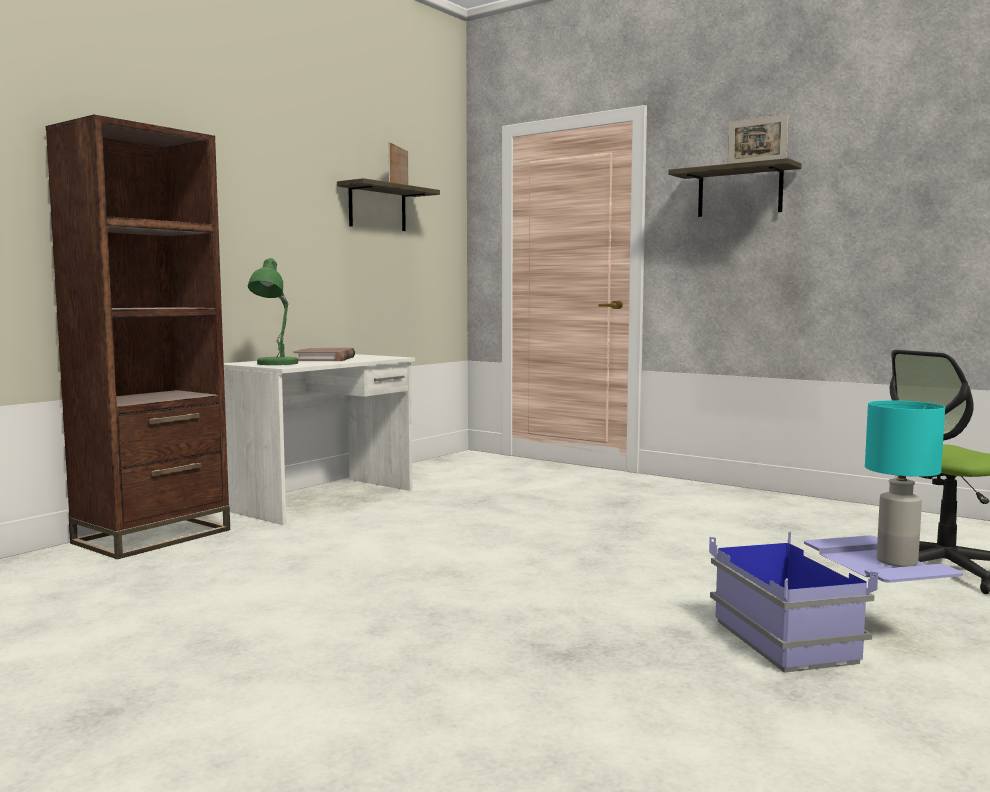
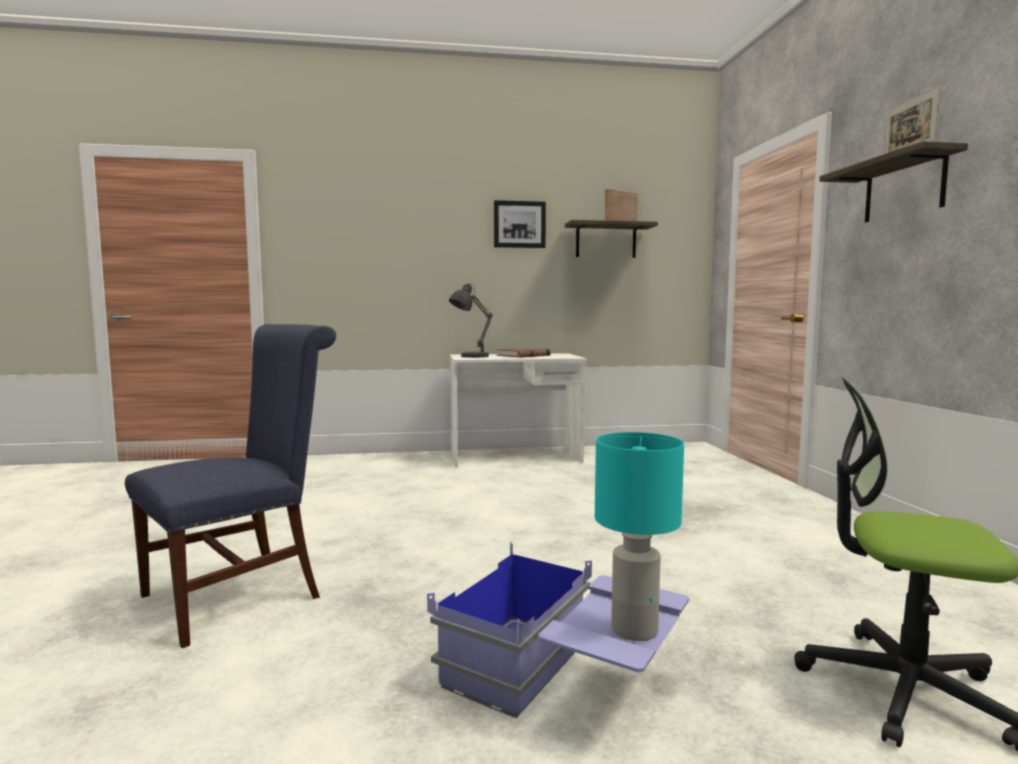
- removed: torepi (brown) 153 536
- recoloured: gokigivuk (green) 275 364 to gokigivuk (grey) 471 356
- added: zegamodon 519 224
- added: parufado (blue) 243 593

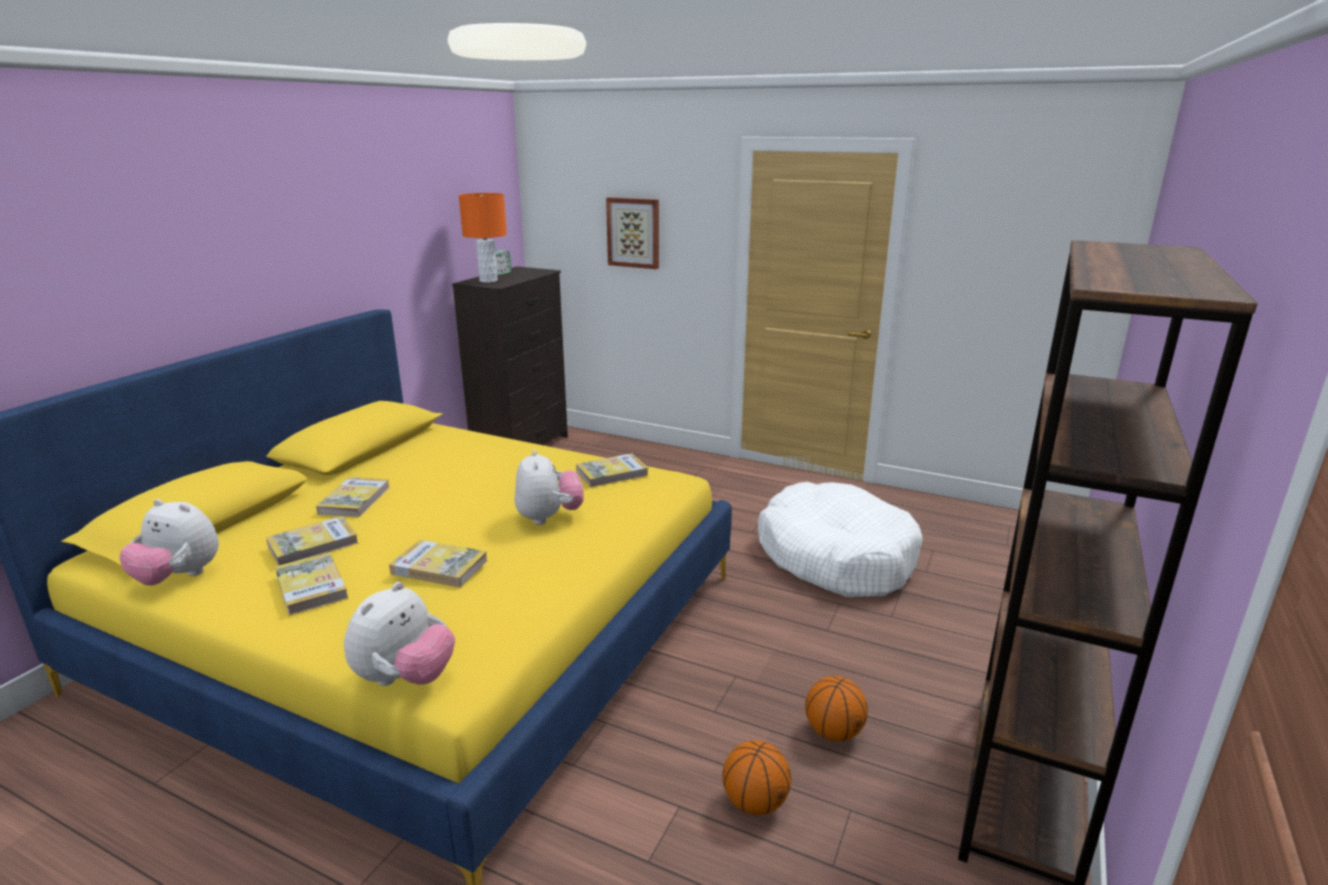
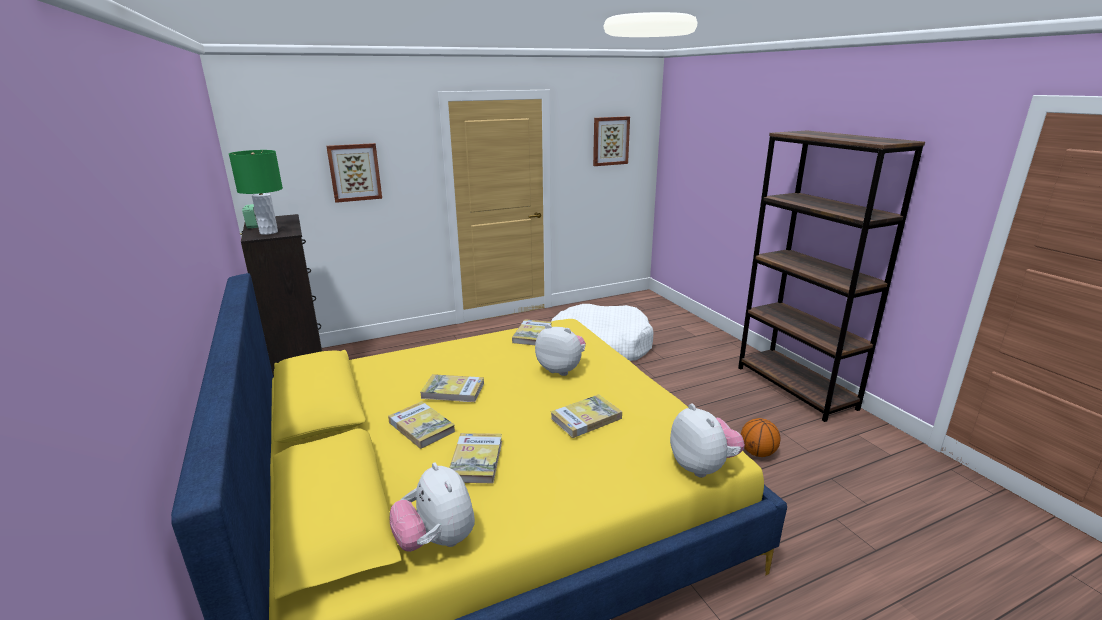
- recoloured: gokigivuk (orange) 488 281 to gokigivuk (green) 269 232
- turned: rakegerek 179 577 = 436 541 90 degrees clockwise
- moved: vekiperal 311 587 to 453 391
- removed: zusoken 833 732
- added: zegamodon 610 141

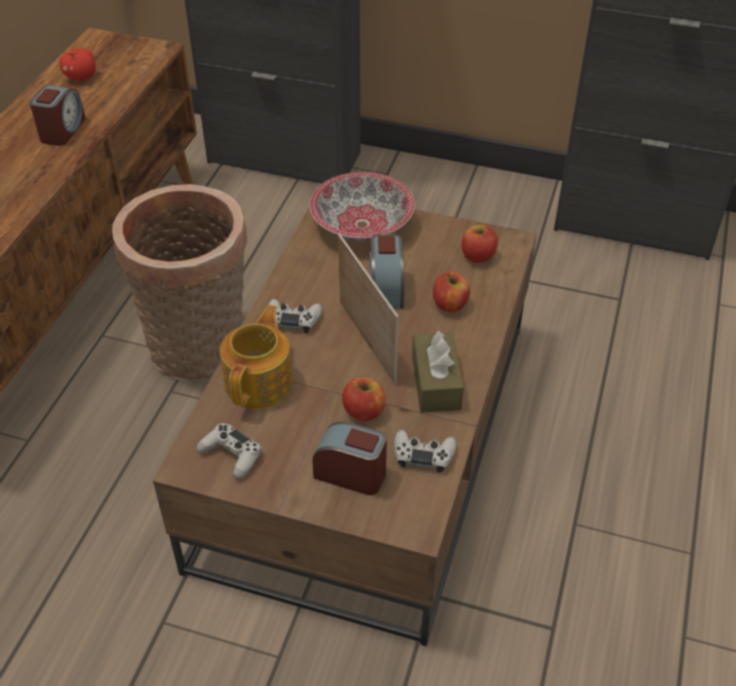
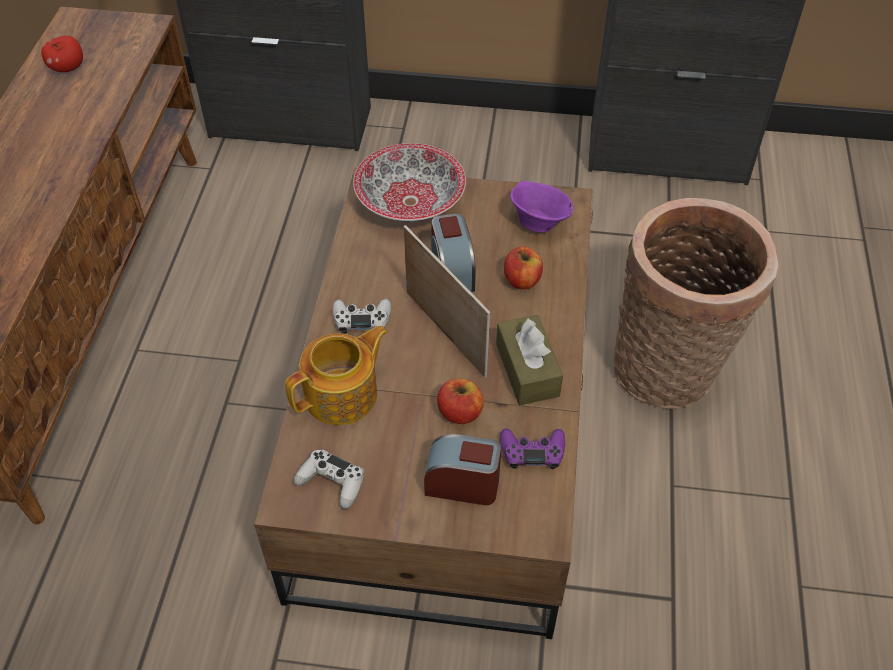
- removed: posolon 62 130
- moved: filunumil 200 351 to 669 372
- replaced: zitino 477 256 to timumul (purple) 538 222
- turned: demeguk 260 382 = 343 395 45 degrees clockwise
- recoloured: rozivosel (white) 423 455 to rozivosel (purple) 532 452

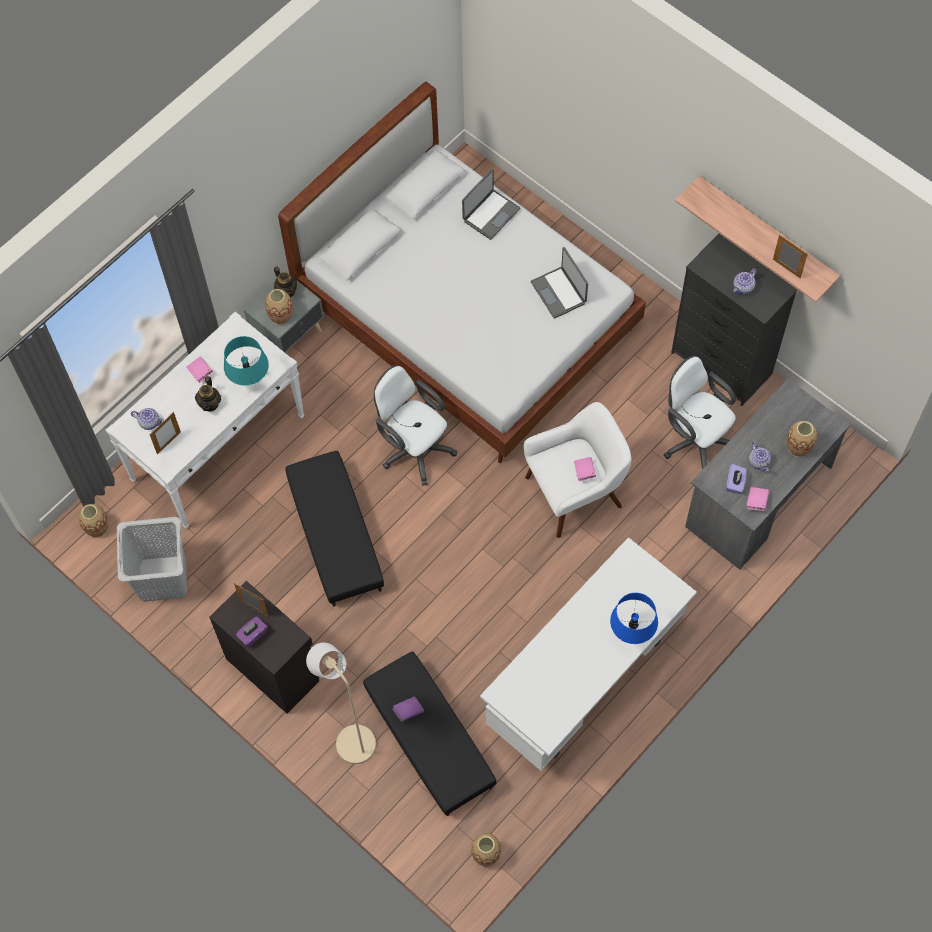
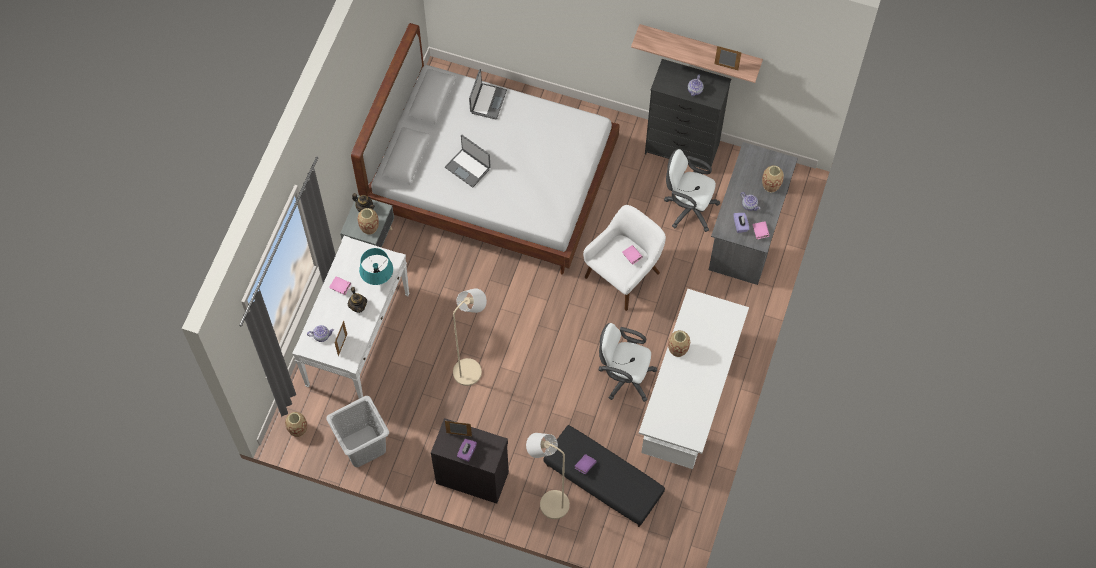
- moved: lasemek 559 292 to 468 167
- moved: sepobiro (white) 414 448 to 624 376
- replaced: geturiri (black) 335 535 to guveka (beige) 471 368
- removed: gokigivuk (blue) 631 632
- moved: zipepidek 486 854 to 678 349

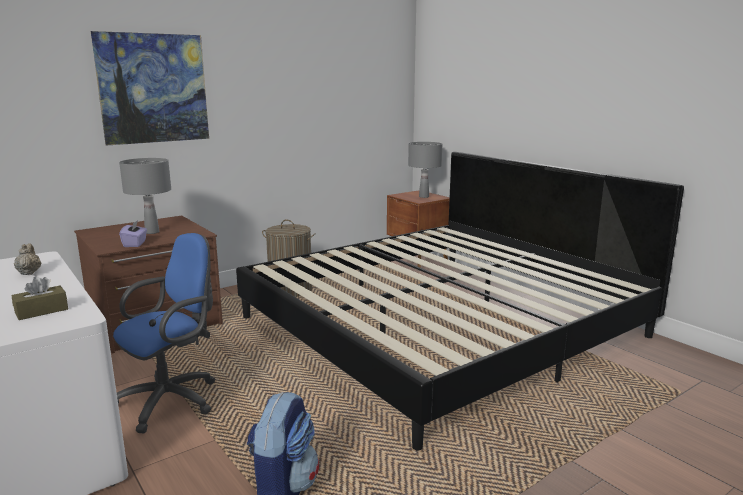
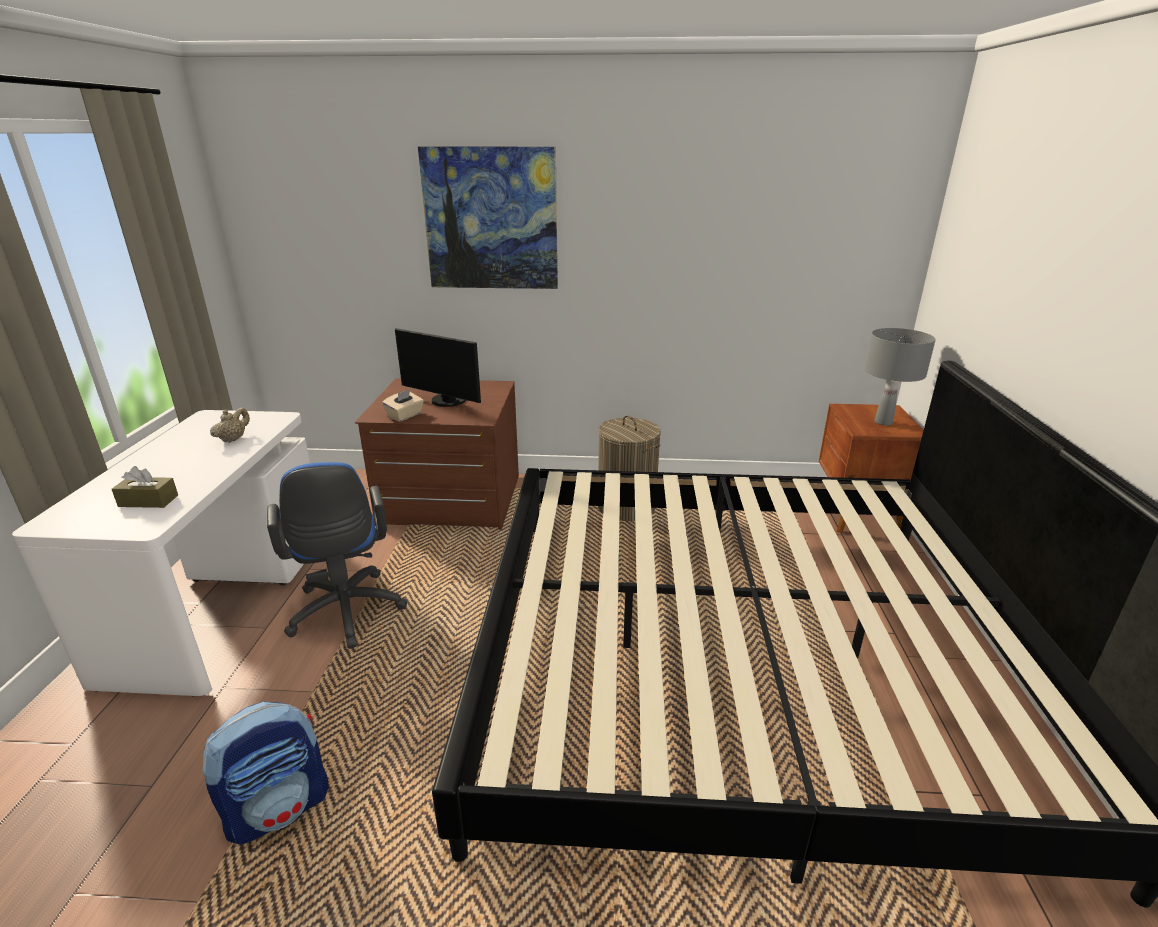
- replaced: gokigivuk (grey) 152 232 to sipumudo 446 401
- recoloured: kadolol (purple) 135 244 to kadolol (beige) 405 416
- turned: sepobiro (blue) 173 400 = 347 614 75 degrees clockwise

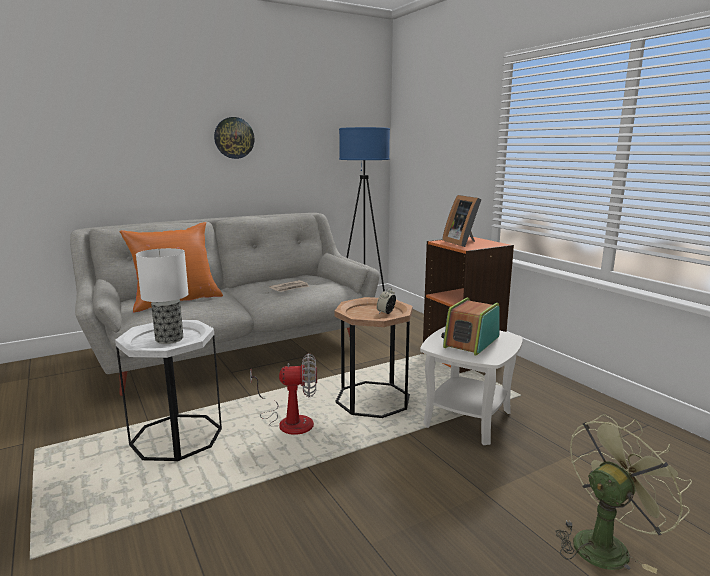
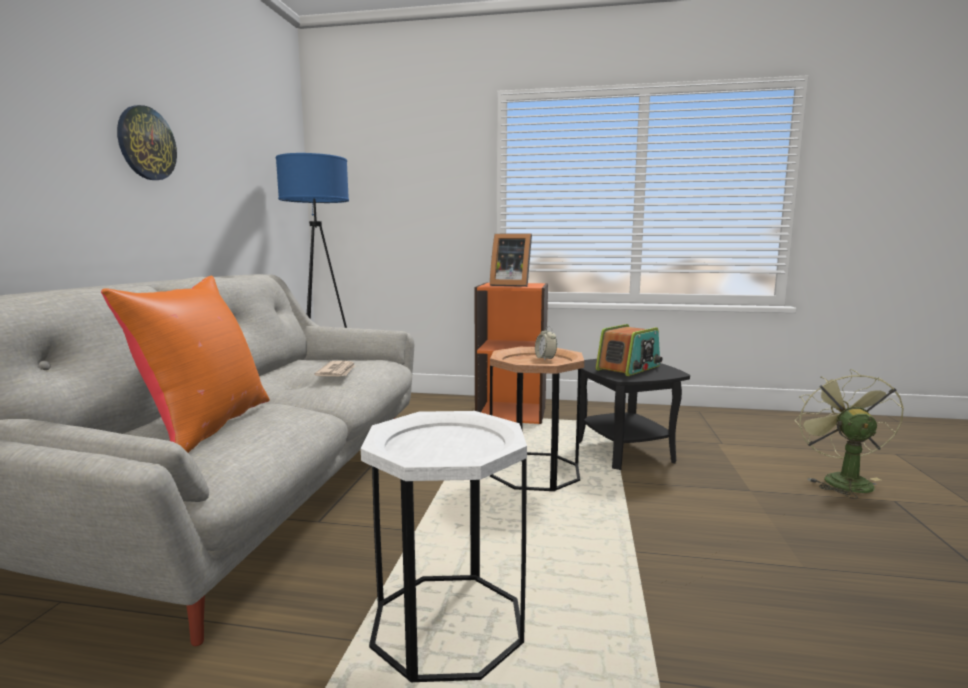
- removed: gokigivuk 170 339
- turned: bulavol 471 342 = 629 368 120 degrees counterclockwise
- recoloured: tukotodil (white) 467 418 to tukotodil (black) 624 452
- removed: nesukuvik 288 421

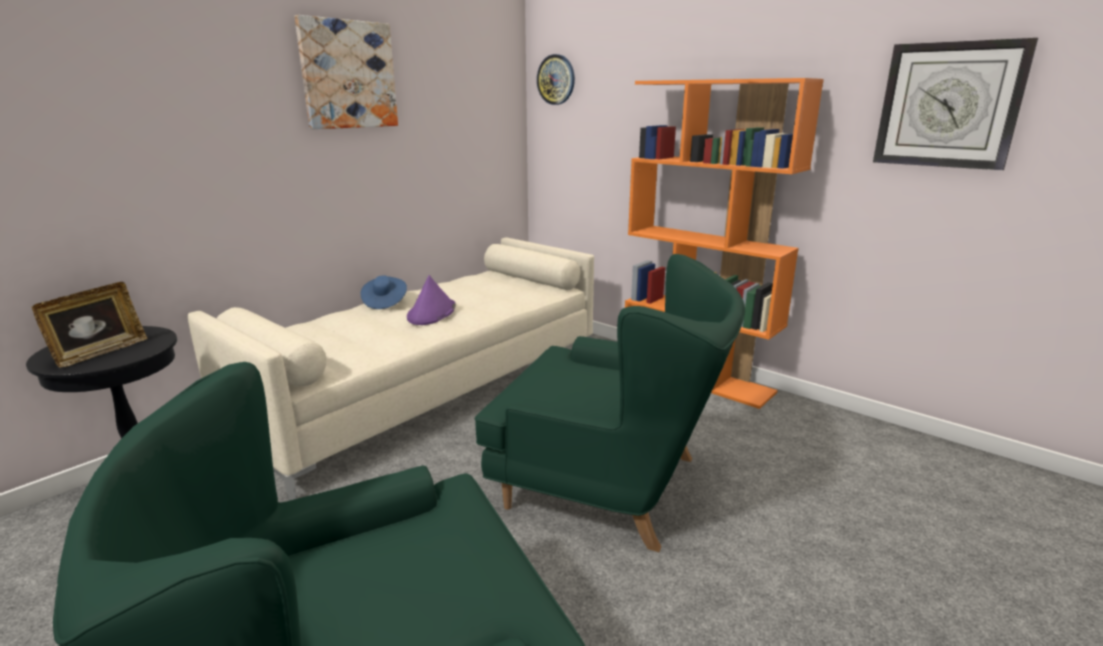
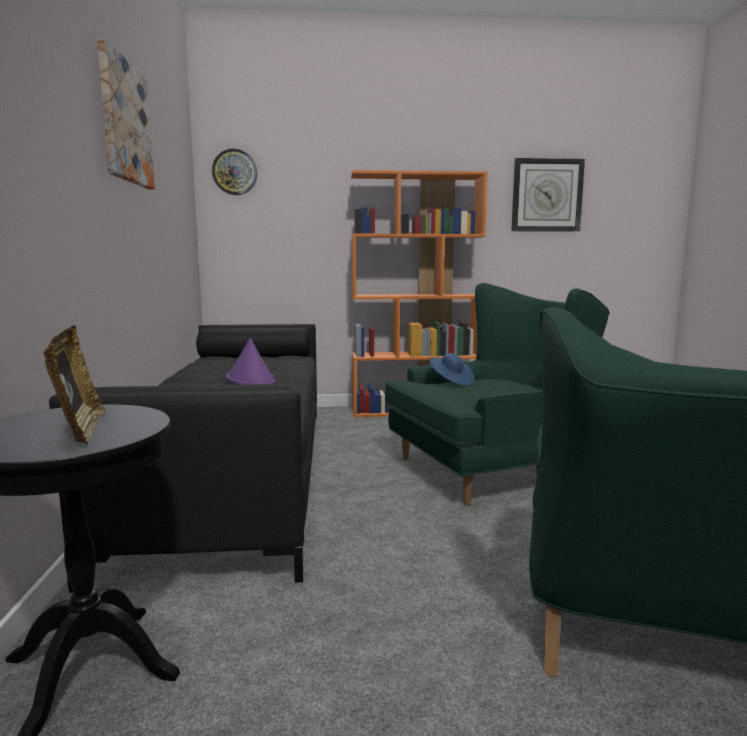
- recoloured: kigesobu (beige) 431 388 to kigesobu (black) 237 472
- moved: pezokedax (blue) 384 302 to 451 382

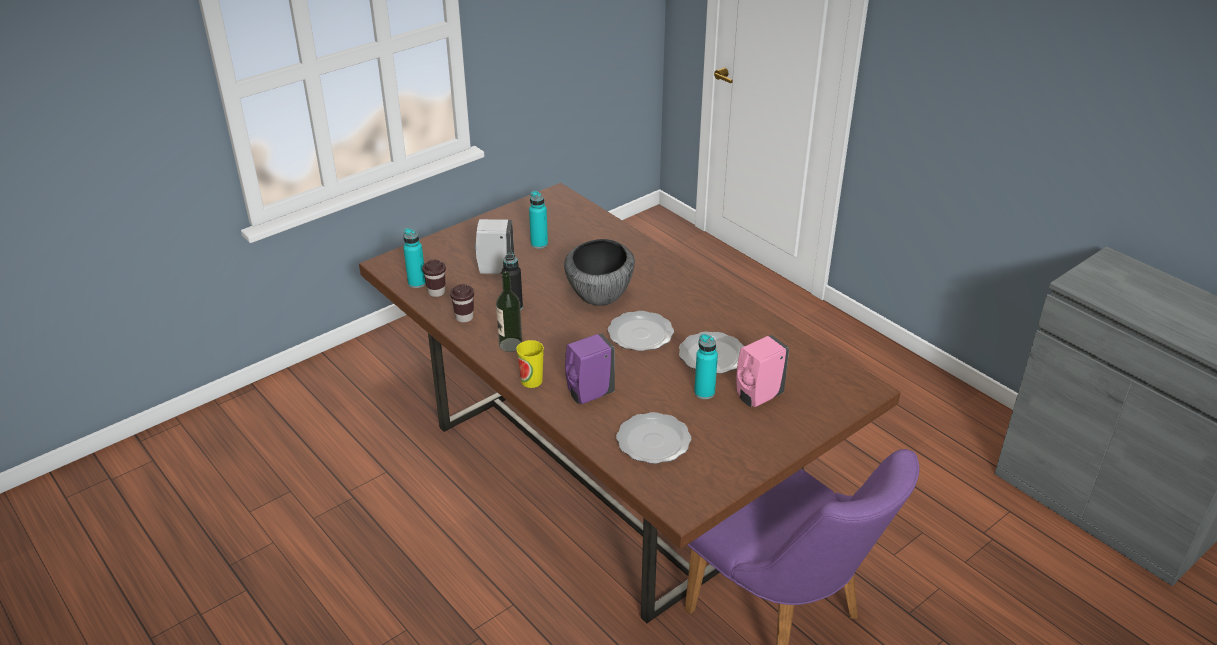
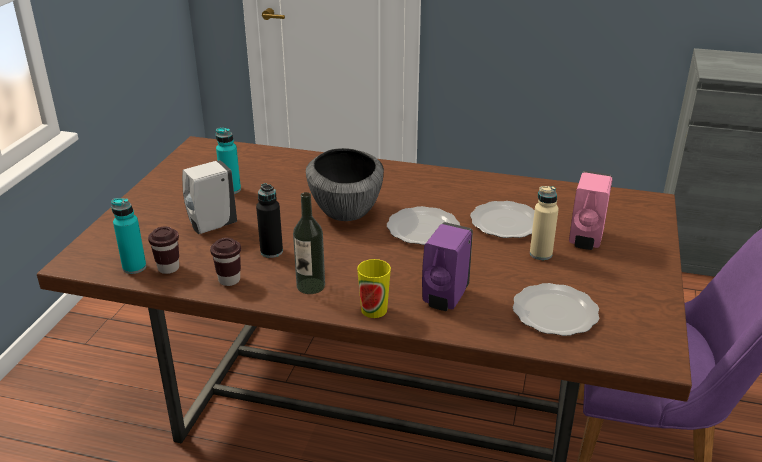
- recoloured: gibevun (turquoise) 704 392 to gibevun (beige) 540 254

